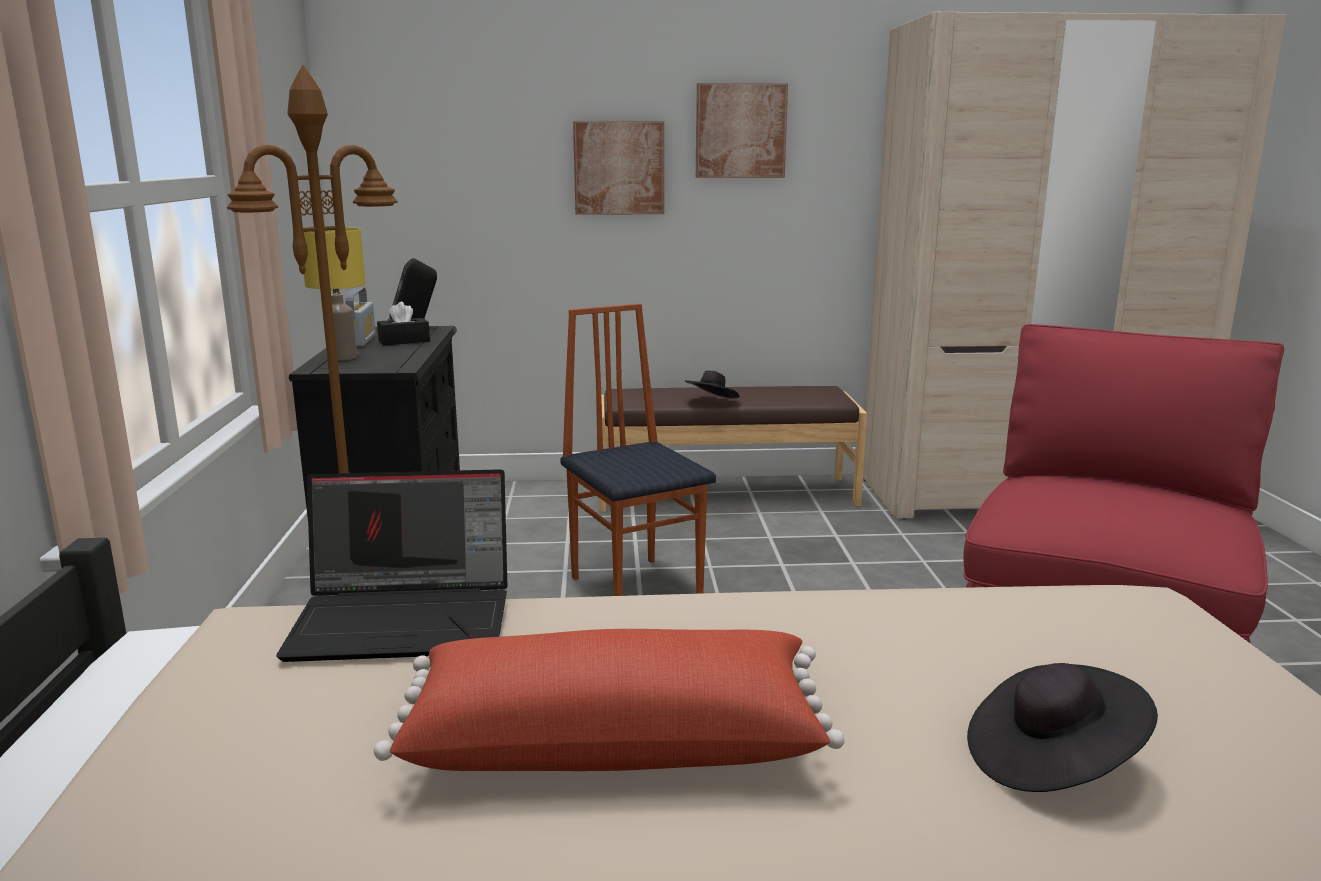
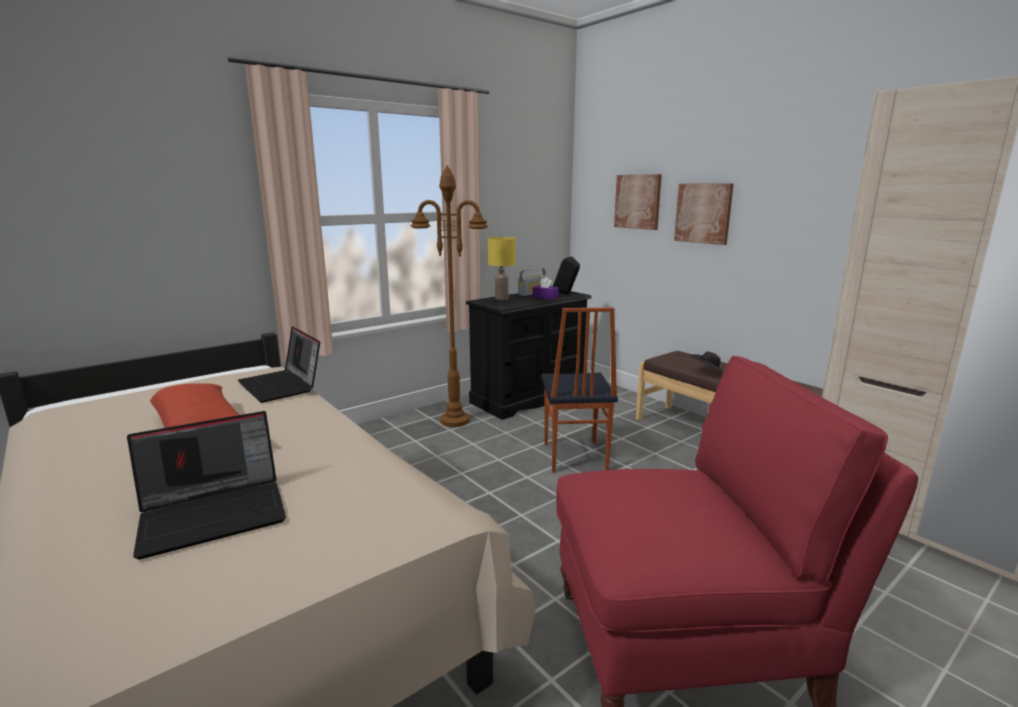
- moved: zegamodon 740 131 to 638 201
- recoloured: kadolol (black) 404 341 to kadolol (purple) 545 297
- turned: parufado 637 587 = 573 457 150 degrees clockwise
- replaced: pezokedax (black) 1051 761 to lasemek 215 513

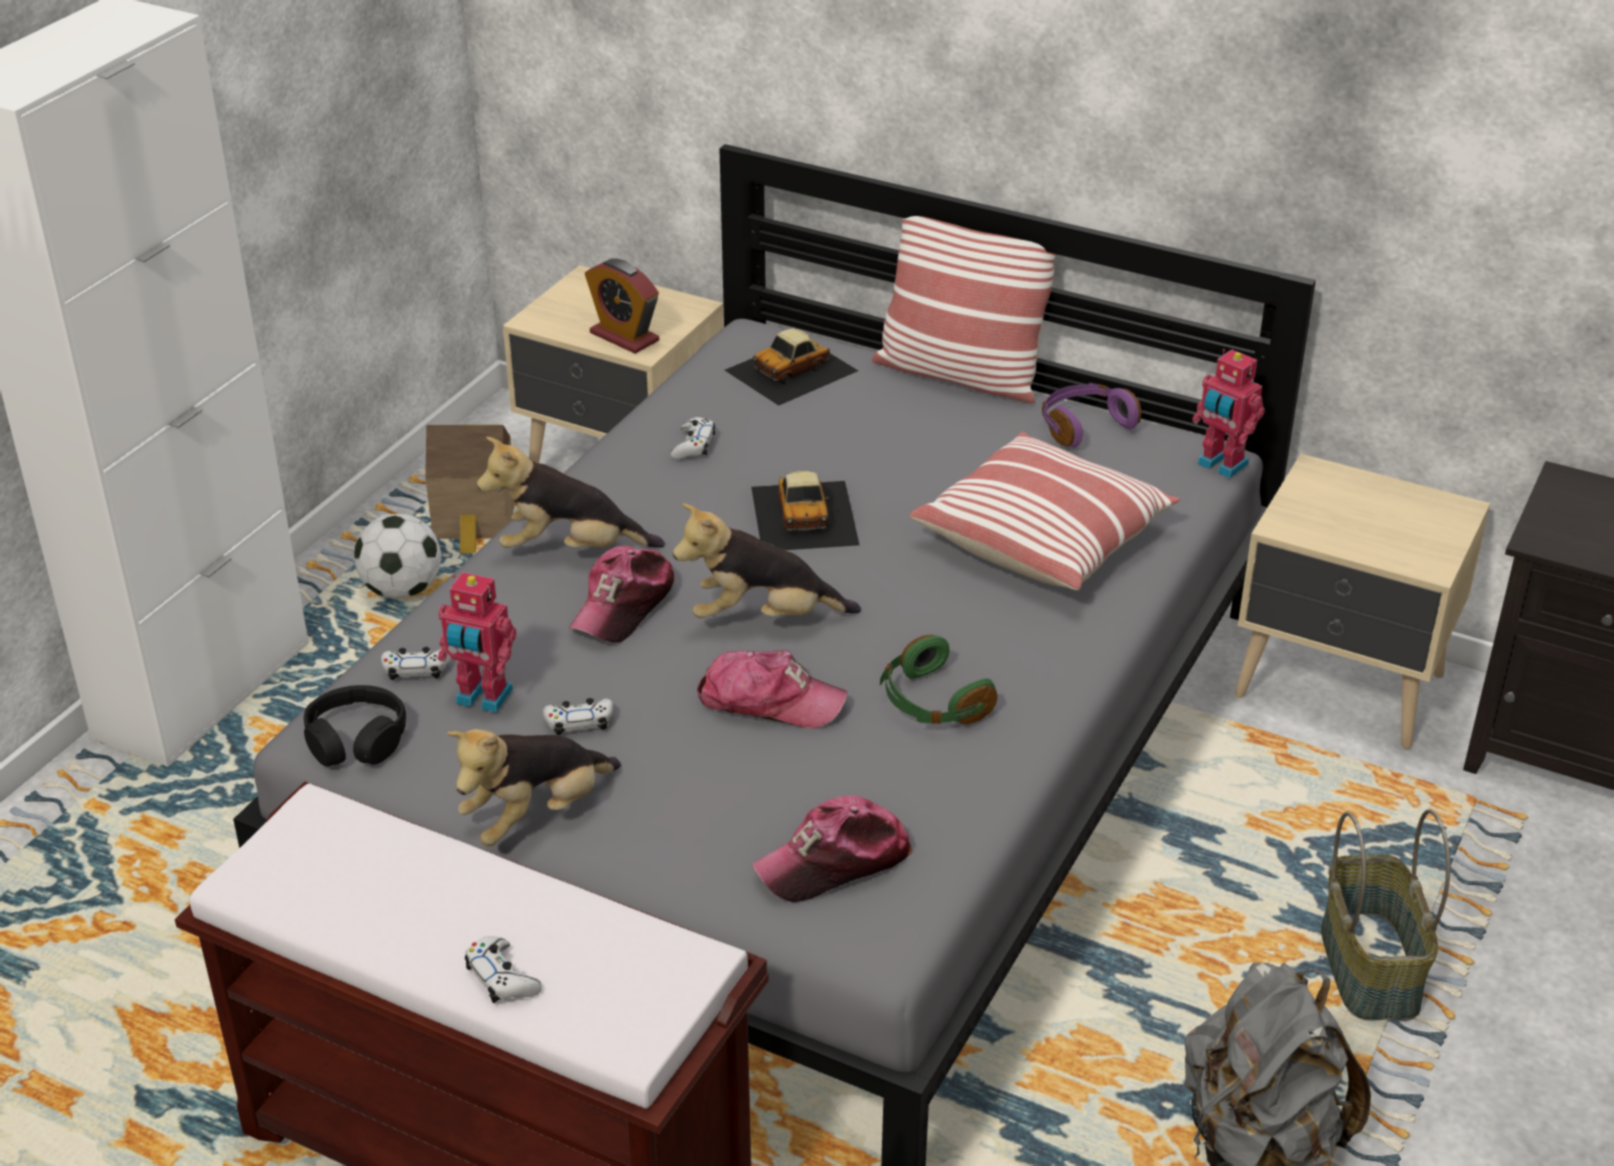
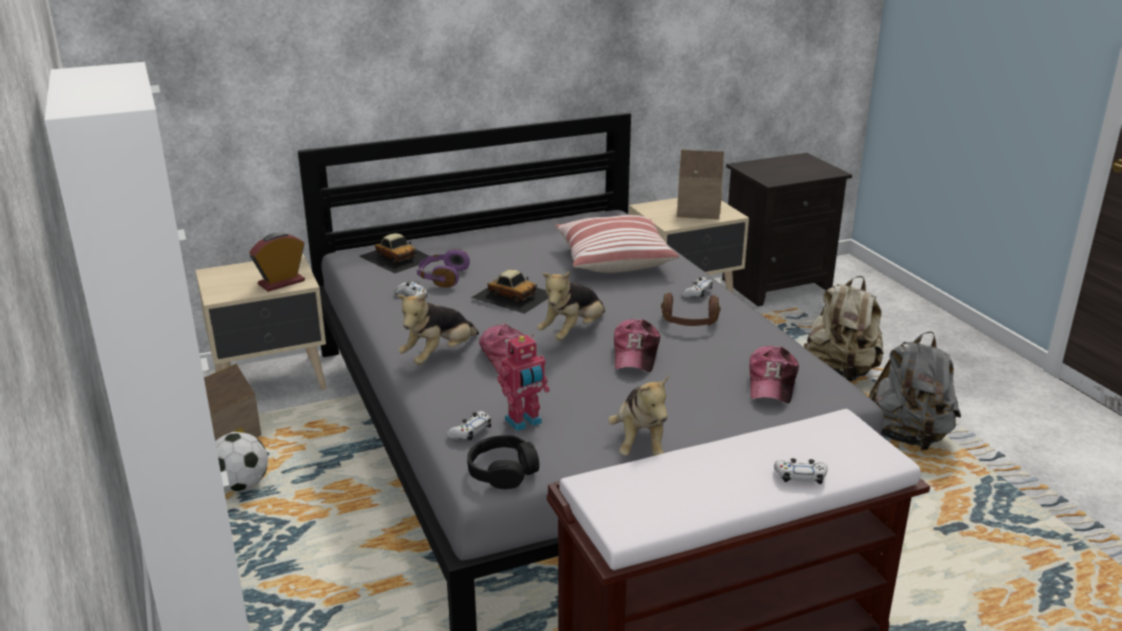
- removed: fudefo 960 374
- turned: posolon 624 337 = 281 283 150 degrees clockwise
- turned: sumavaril 792 370 = 397 257 45 degrees counterclockwise
- removed: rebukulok 1220 465
- moved: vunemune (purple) 1084 425 to 442 277
- recoloured: vunemune (green) 932 702 to vunemune (brown) 689 322
- turned: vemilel 770 701 = 636 355 135 degrees clockwise
- moved: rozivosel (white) 579 722 to 697 292
- replaced: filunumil 1371 969 to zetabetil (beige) 841 372
- added: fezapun 698 210

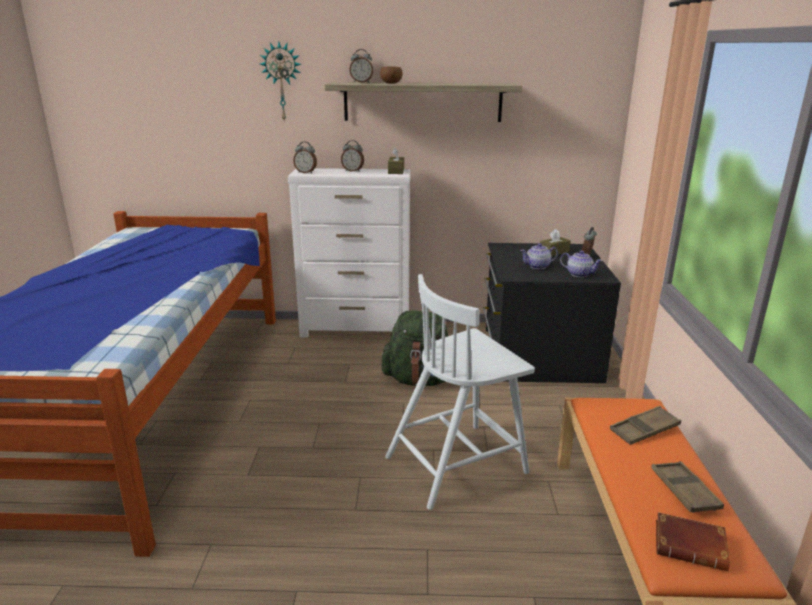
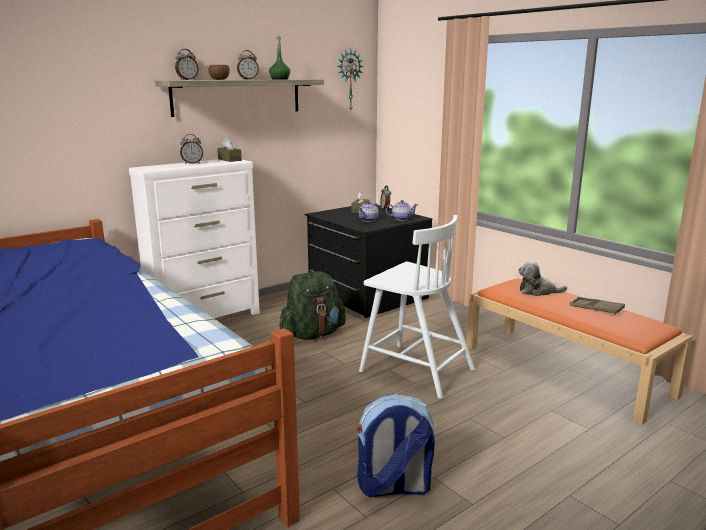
- moved: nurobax 282 82 to 349 80
- moved: posolon 306 172 to 248 79
- turned: parufado (white) 458 463 = 415 370 75 degrees counterclockwise
- replaced: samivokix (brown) 644 430 to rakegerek 538 291
- removed: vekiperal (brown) 691 546
- added: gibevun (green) 280 79
- added: zetabetil 394 487

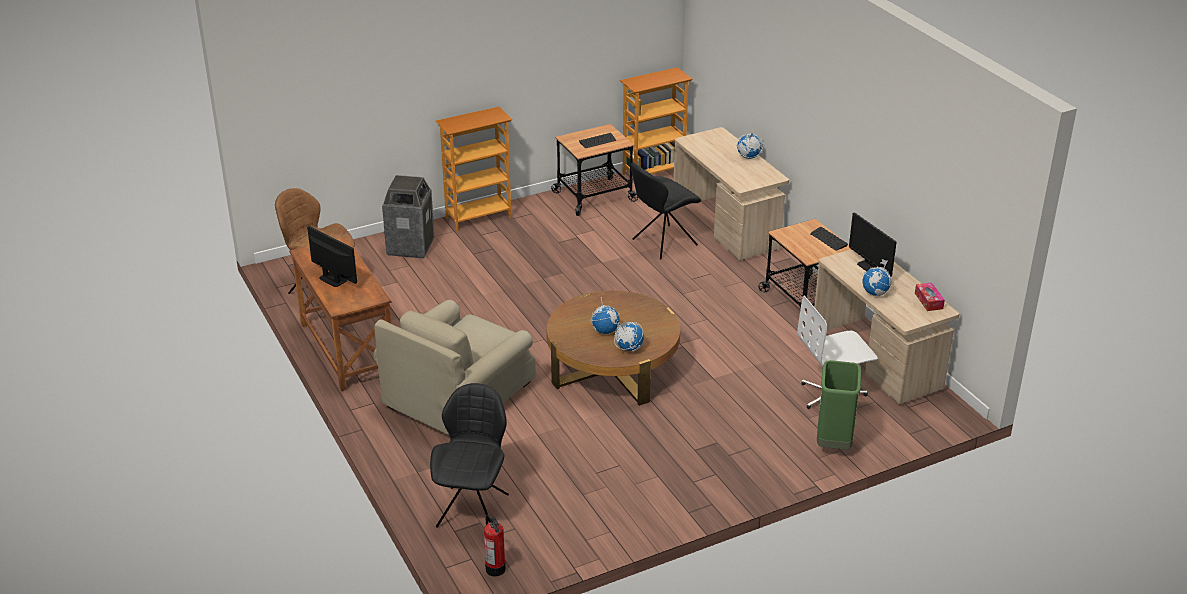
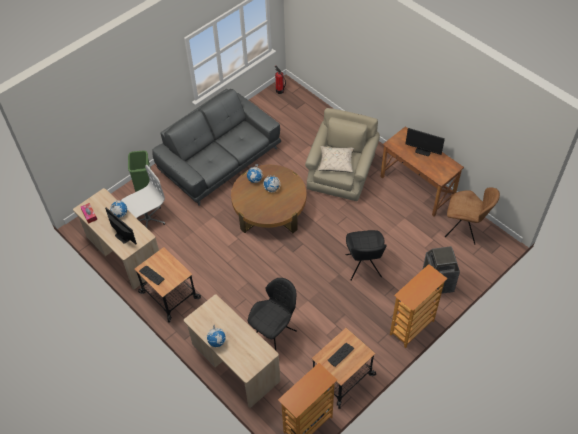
- moved: parufado (black) 473 508 to 363 267
- added: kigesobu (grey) 220 160
- added: fudefo (beige) 336 162

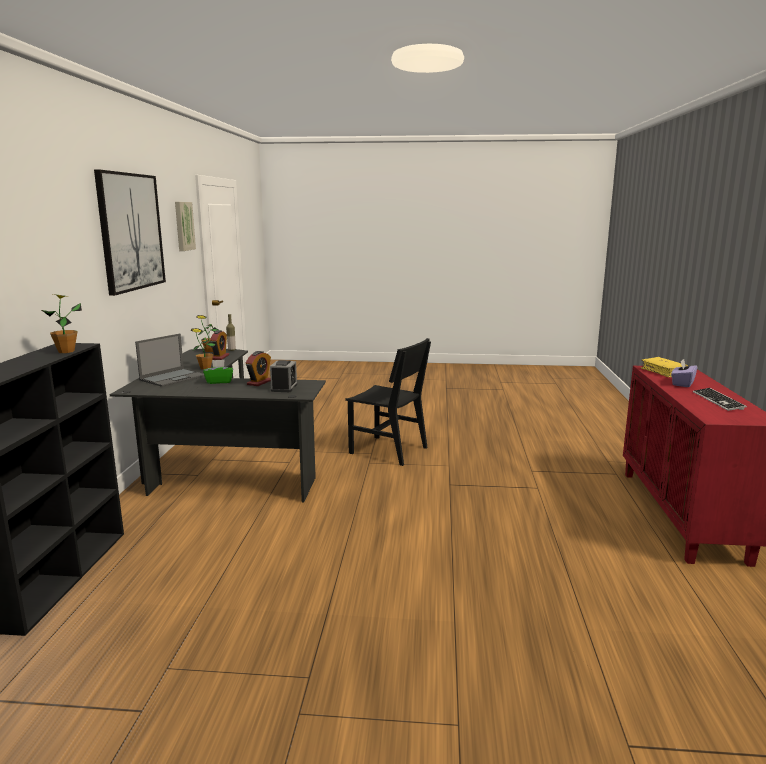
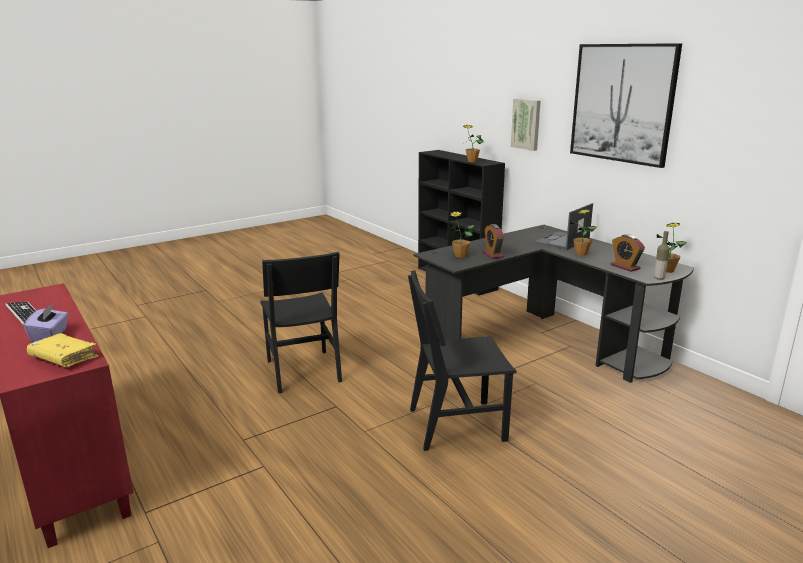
- moved: zegamodon 183 226 to 526 124
- turned: lasemek 173 378 = 562 241 45 degrees clockwise
- removed: kadolol (green) 219 381
- replaced: posolon 284 388 to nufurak 460 256
- added: parufado (black) 303 370

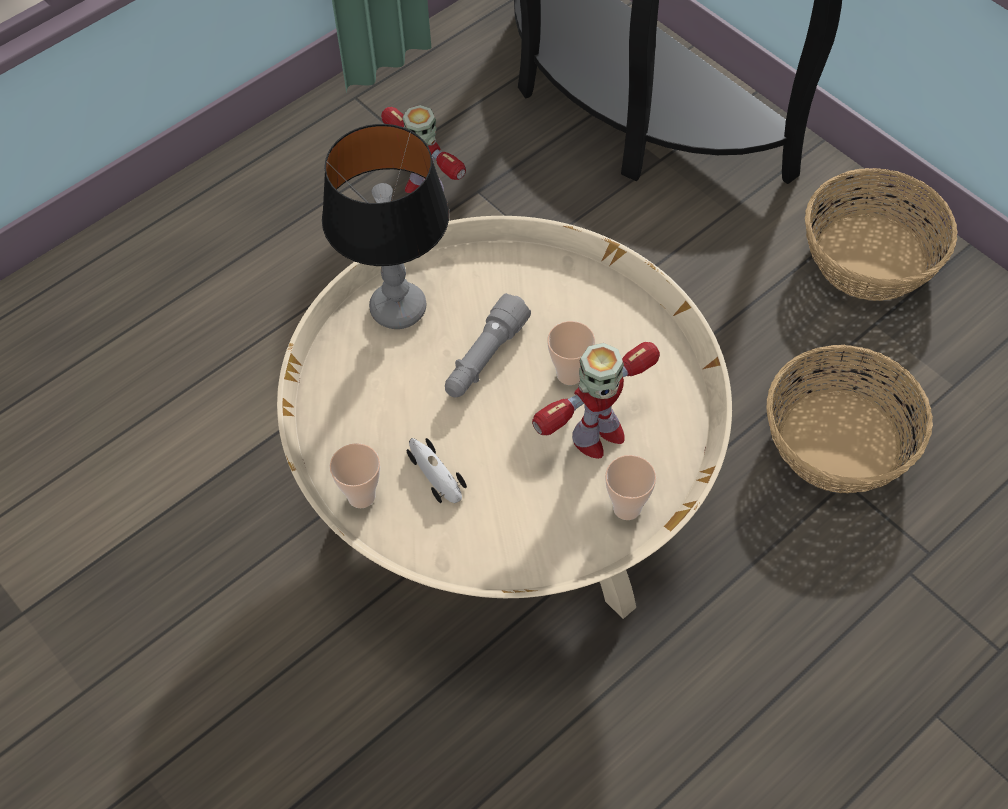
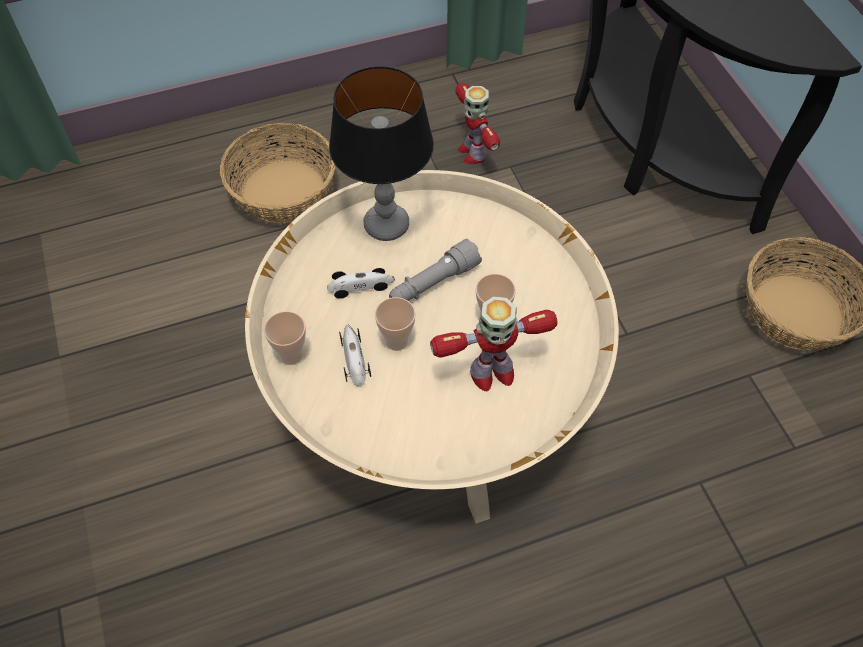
- moved: filunumil 837 441 to 283 191
- moved: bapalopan 627 508 to 396 341
- added: sumavaril 361 286

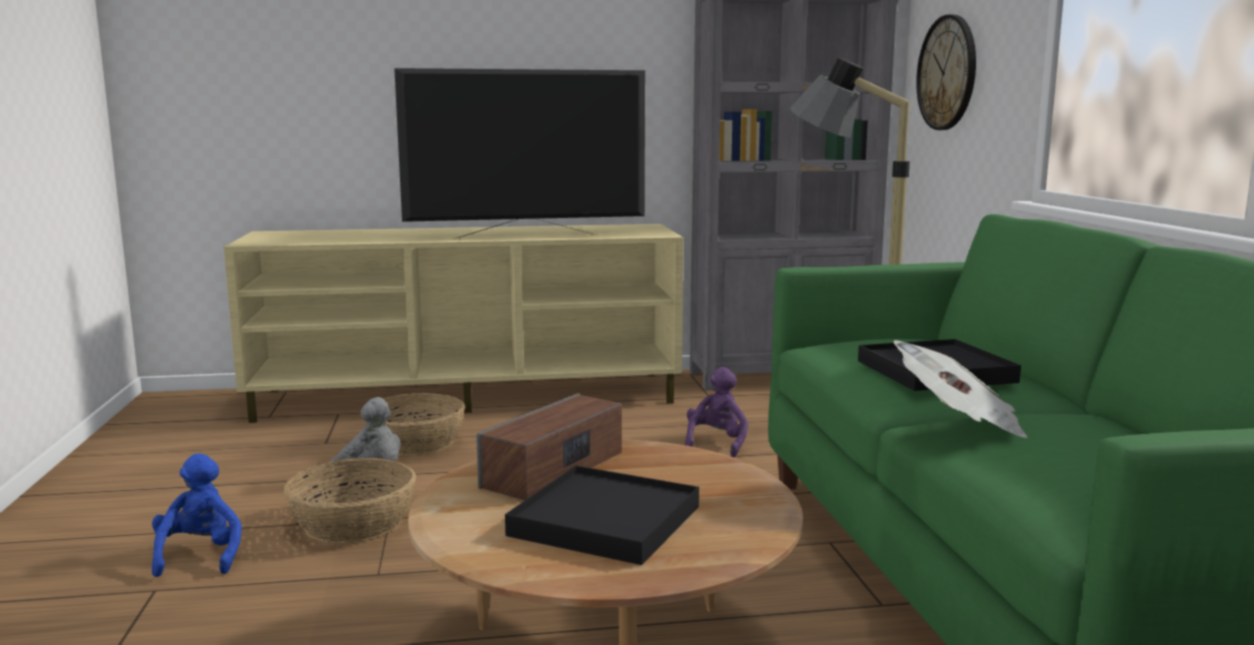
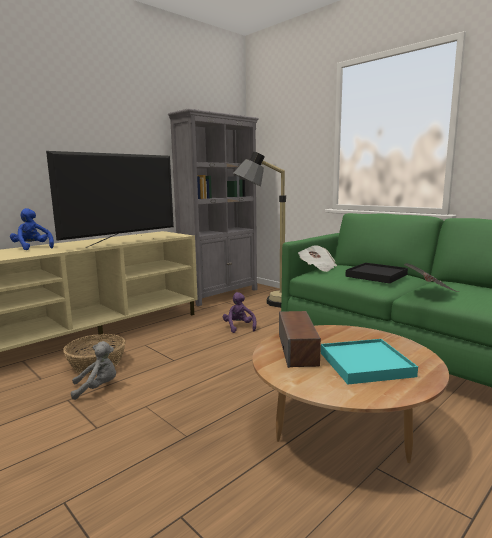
- removed: nurobax 947 73
- moved: rakegerek (blue) 200 556 to 32 248
- removed: filunumil 354 523
- recoloured: samivokix (black) 606 521 to samivokix (turquoise) 365 364
- added: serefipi 316 267

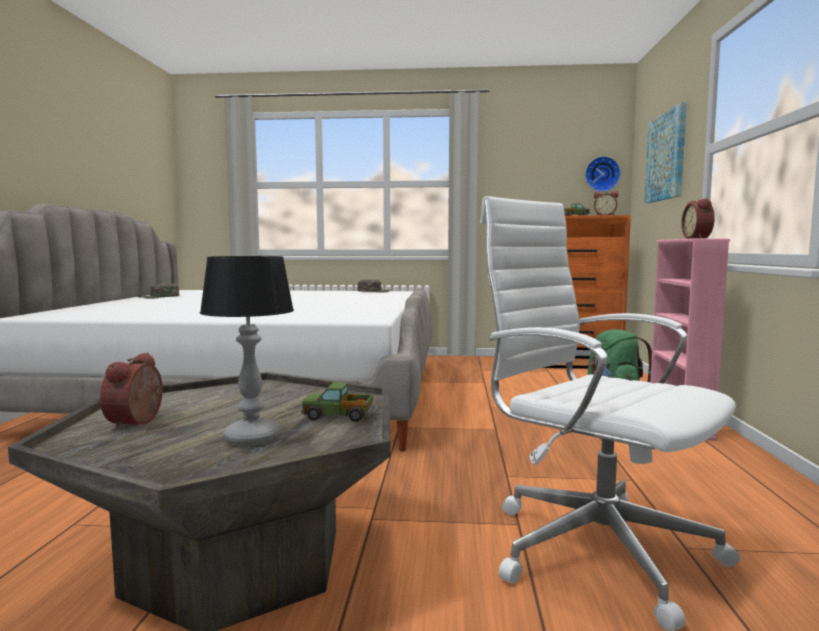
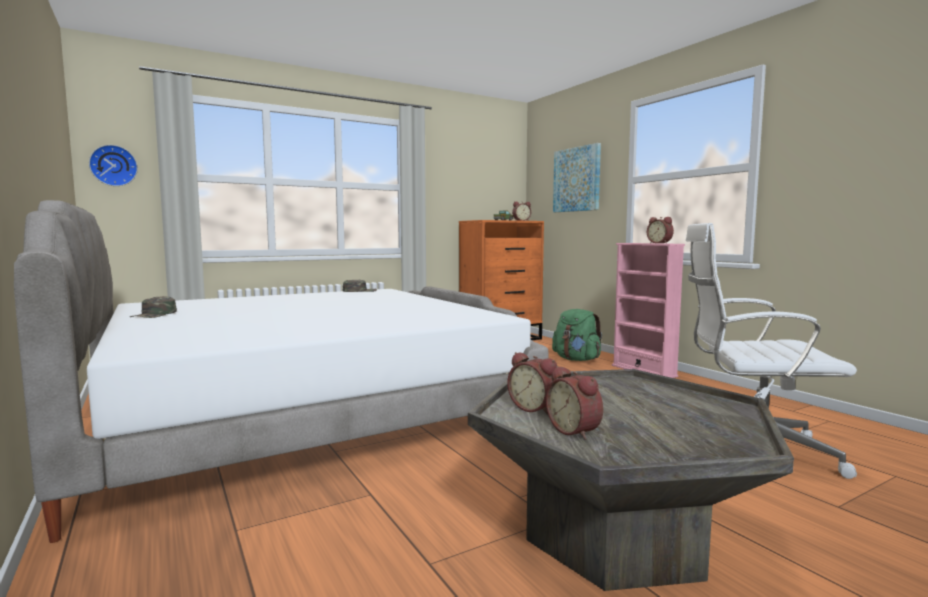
- moved: nurobax 602 174 to 114 166
- removed: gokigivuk 253 438
- removed: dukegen 338 416
- added: posolon 535 408

